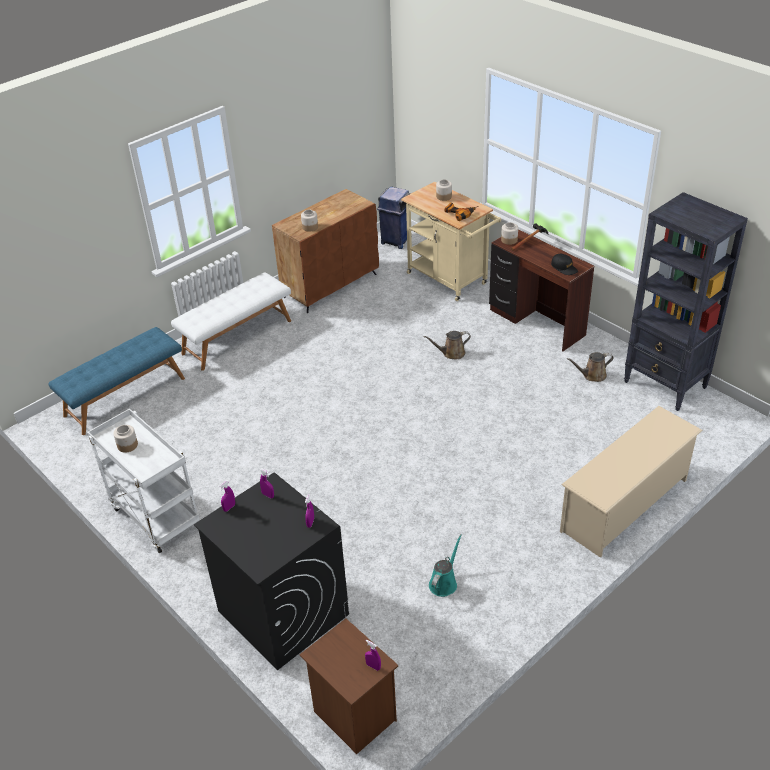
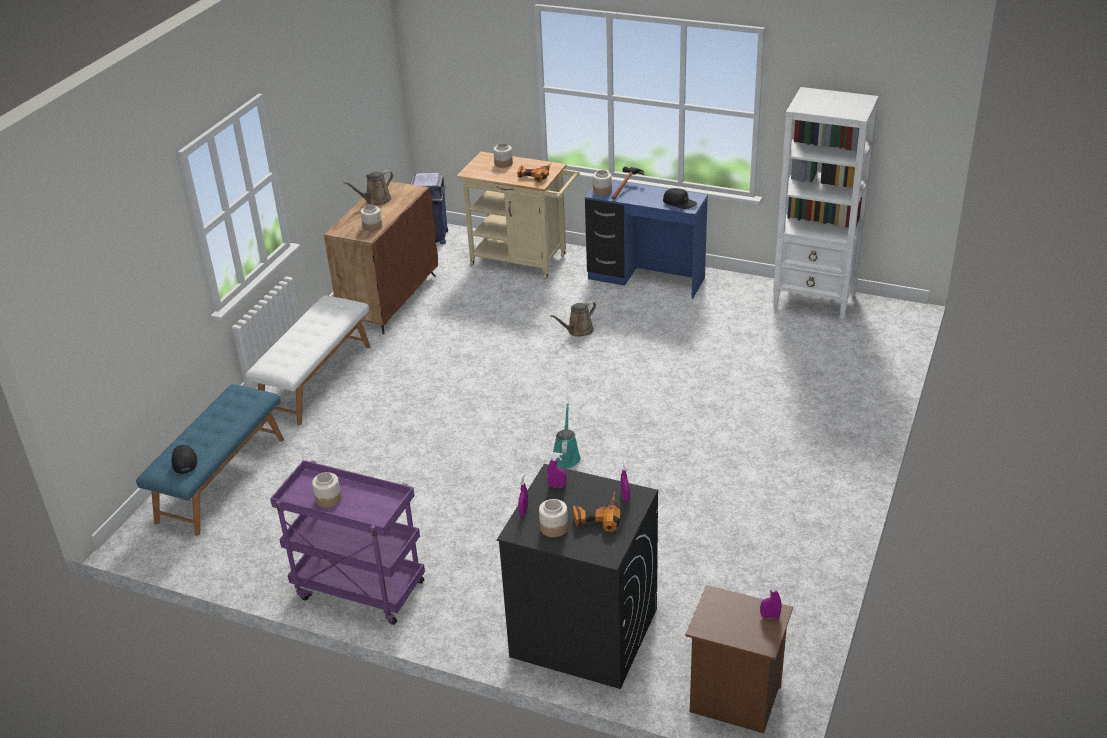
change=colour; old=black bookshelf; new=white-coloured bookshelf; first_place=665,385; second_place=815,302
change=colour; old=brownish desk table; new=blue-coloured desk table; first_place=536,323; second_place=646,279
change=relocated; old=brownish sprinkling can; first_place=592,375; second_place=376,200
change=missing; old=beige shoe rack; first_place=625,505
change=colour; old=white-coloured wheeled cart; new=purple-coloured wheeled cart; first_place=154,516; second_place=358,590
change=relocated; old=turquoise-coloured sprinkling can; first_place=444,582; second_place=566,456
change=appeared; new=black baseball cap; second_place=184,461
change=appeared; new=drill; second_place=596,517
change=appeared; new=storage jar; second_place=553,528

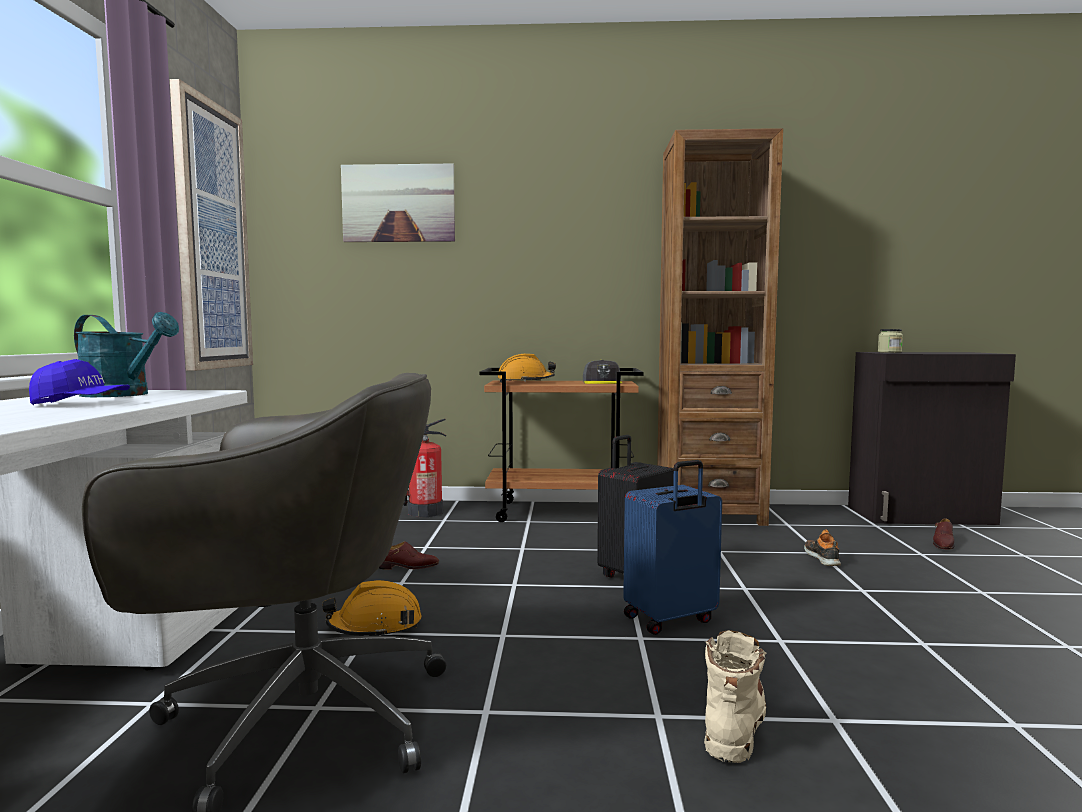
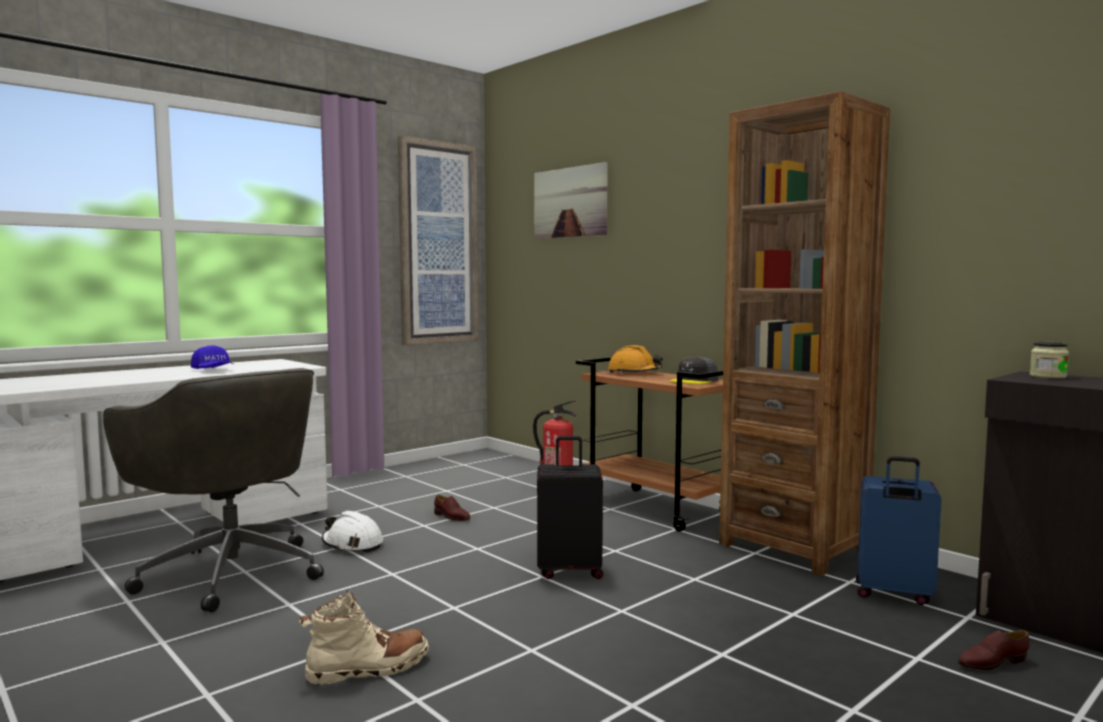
change=missing; old=turquoise-coloured sprinkling can; first_place=124,395
change=relocated; old=blue-coloured suitcase; first_place=670,620; second_place=893,594
change=missing; old=shoe; first_place=822,558
change=colour; old=orangey work helmet; new=white-coloured work helmet; first_place=375,626; second_place=352,544

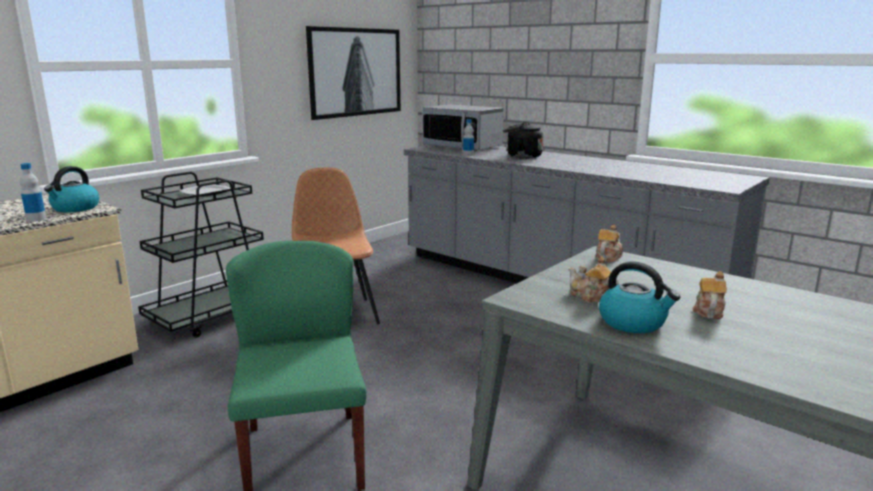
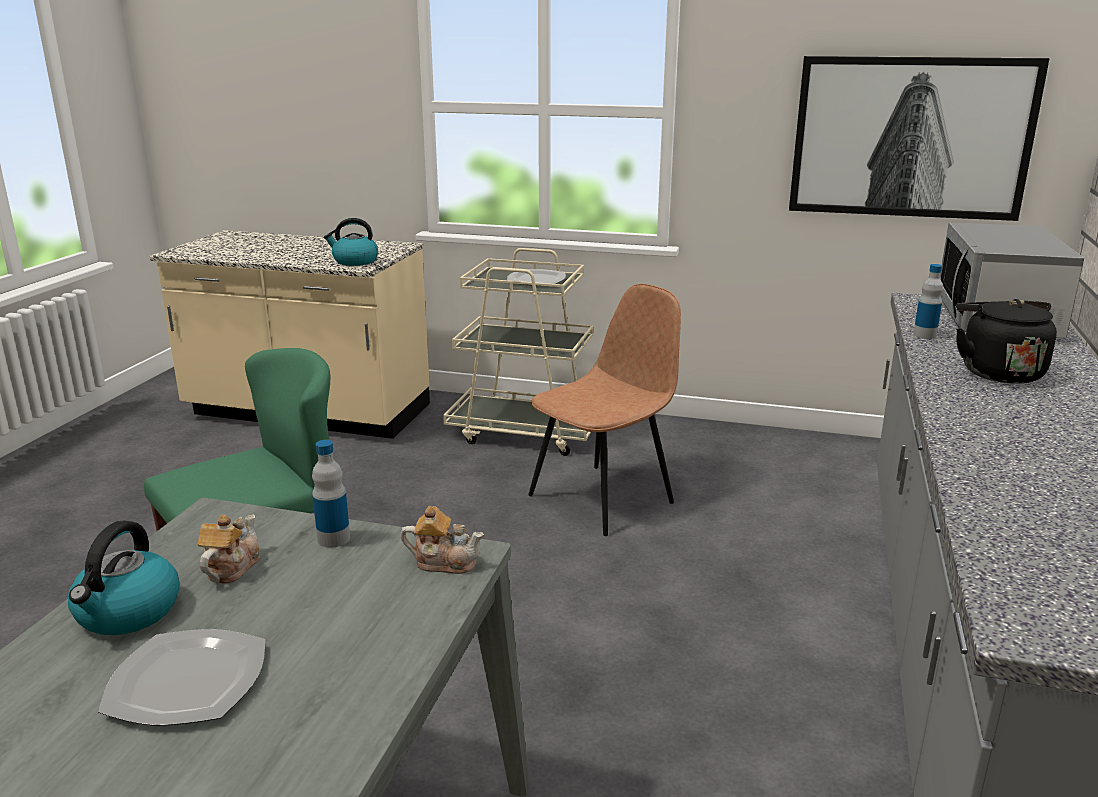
change=relocated; old=bottle; first_place=36,219; second_place=333,539
change=colour; old=black wheeled cart; new=beige wheeled cart; first_place=212,316; second_place=525,432
change=exchanged; old=tea pot; new=flat dish; first_place=708,311; second_place=186,680

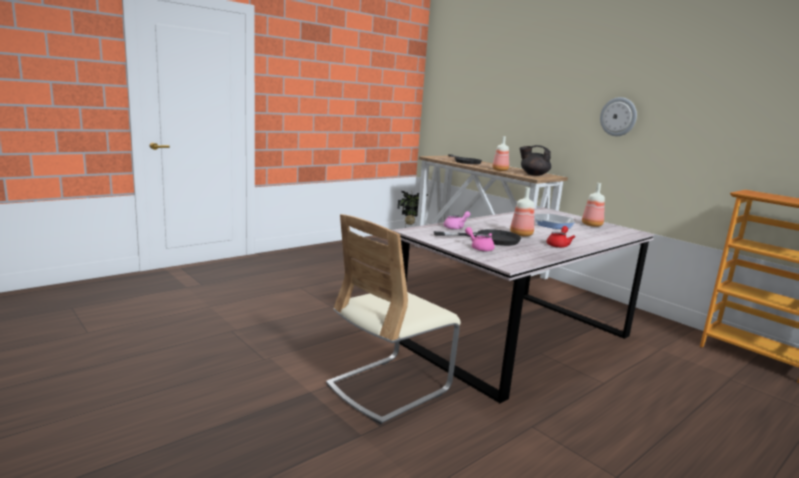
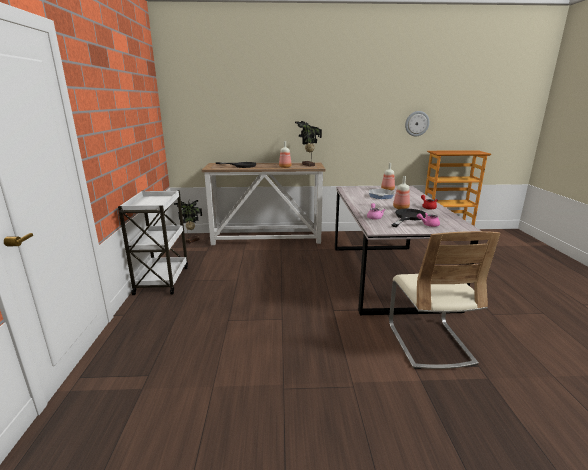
change=relocated; old=clock on the wall; first_place=618,117; second_place=416,123
change=exchanged; old=black tea pot; new=plant in a pot; first_place=533,174; second_place=308,165
change=appeared; new=white-coloured wheeled cart; second_place=162,279

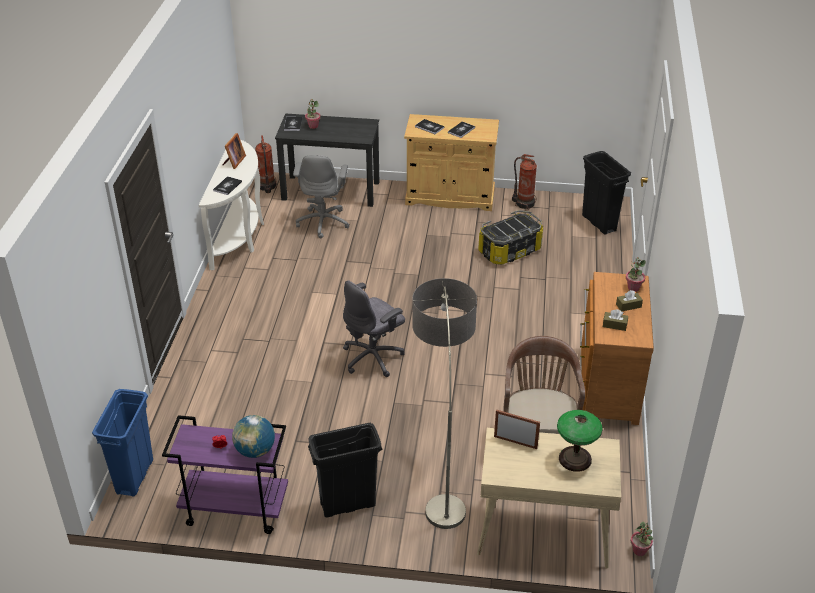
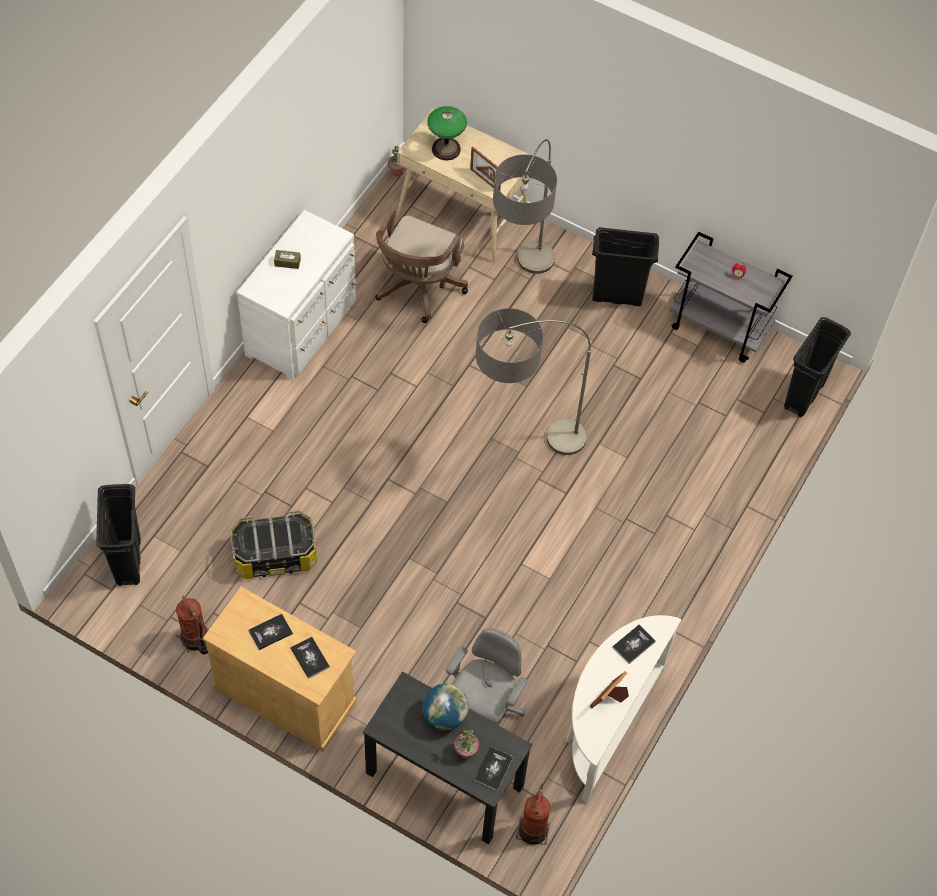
change=missing; old=plant in a pot; first_place=633,288
change=colour; old=brownish dresser; new=white-coloured dresser; first_place=607,384; second_place=304,327
change=exchanged; old=grey desk chair; new=floor lamp; first_place=373,357; second_place=521,451
change=missing; old=brownish tissue box; first_place=614,325
change=colour; old=blue-coloured rubbish bin; new=black rubbish bin; first_place=134,477; second_place=804,395
change=colour; old=purple-coloured wheeled cart; new=grey wheeled cart; first_place=234,510; second_place=719,328
change=relocated; old=desk globe; first_place=255,451; second_place=445,715

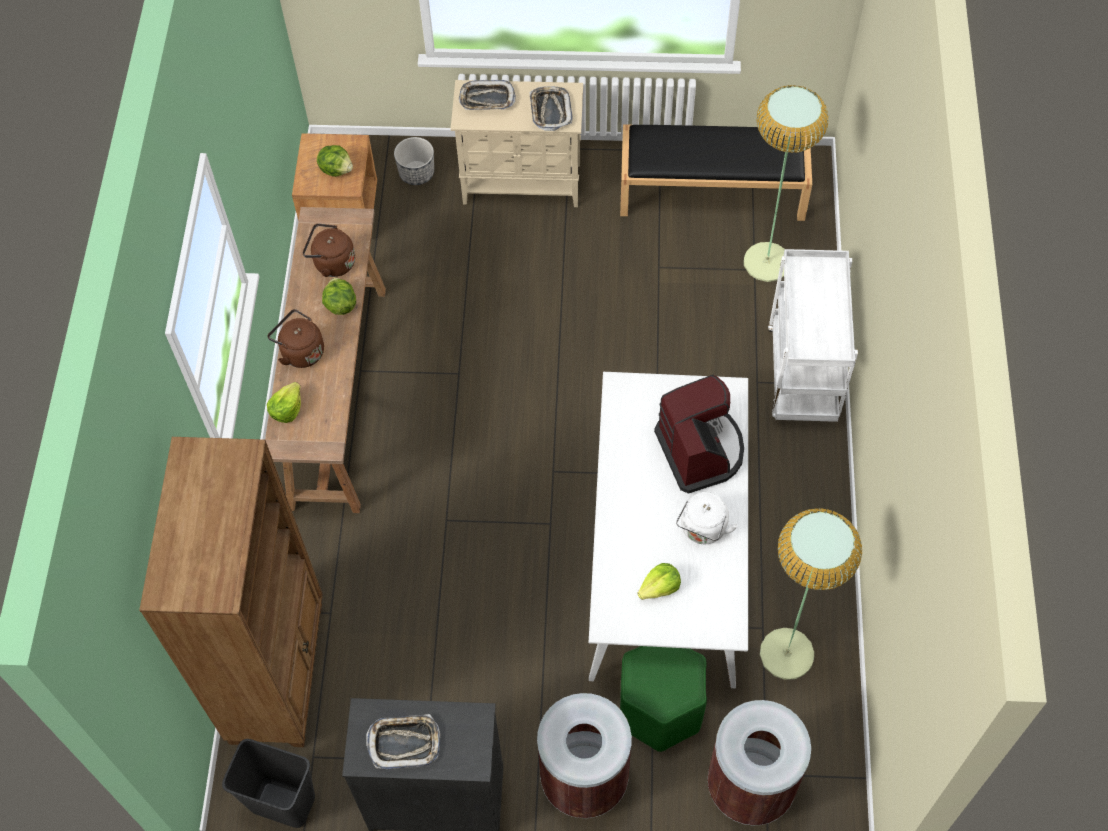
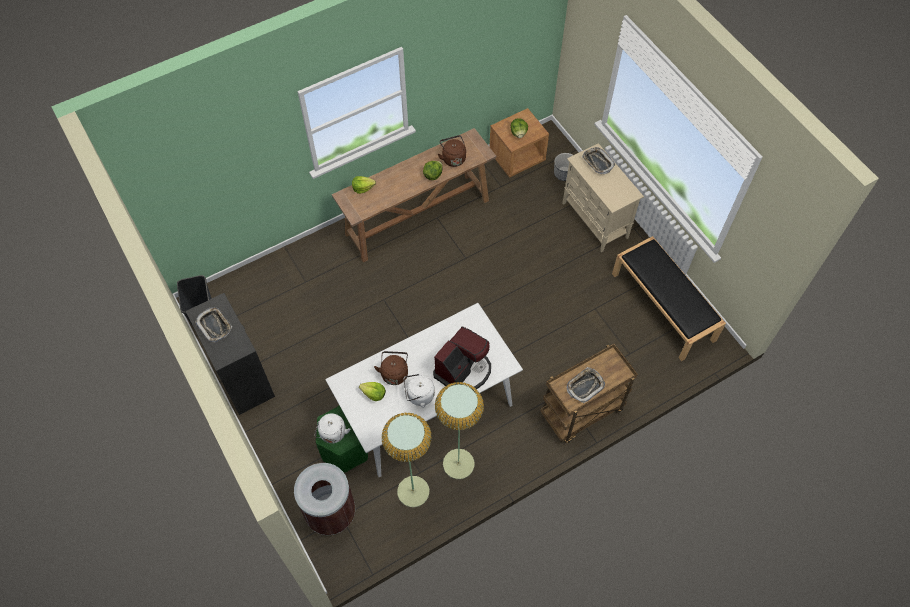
change=relocated; old=floor lamp; first_place=767,262; second_place=458,464
change=relocated; old=serving tray; first_place=550,111; second_place=585,386
change=colour; old=white-coloured wheeled cart; new=brownish wheeled cart; first_place=803,376; second_place=581,413
change=relocated; old=brownish kettle; first_place=300,351; second_place=394,372
change=missing; old=brownish bookshelf; first_place=278,671
change=missing; old=brownish rubbish bin; first_place=584,779
change=appeared; new=white-coloured kettle; second_place=333,434

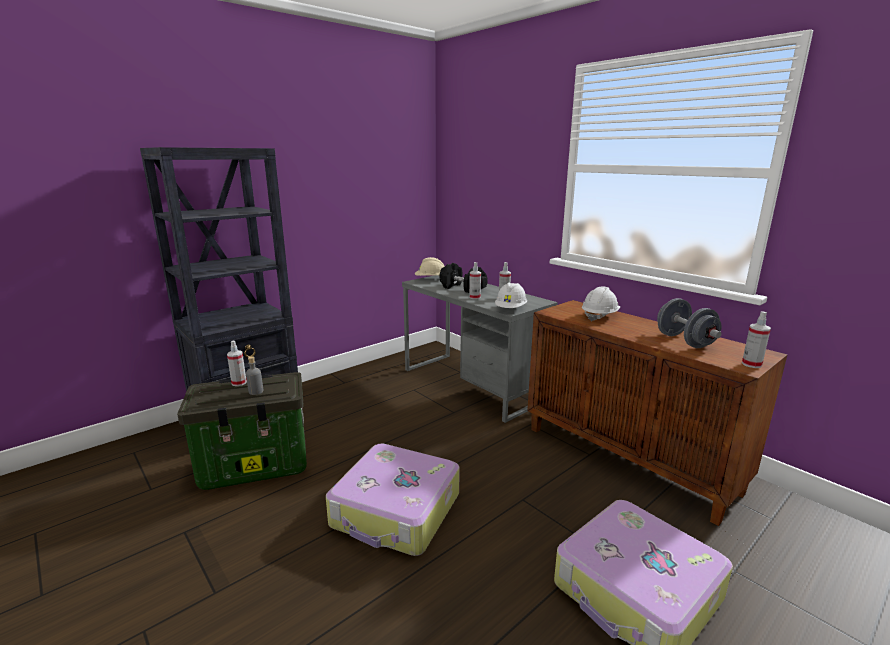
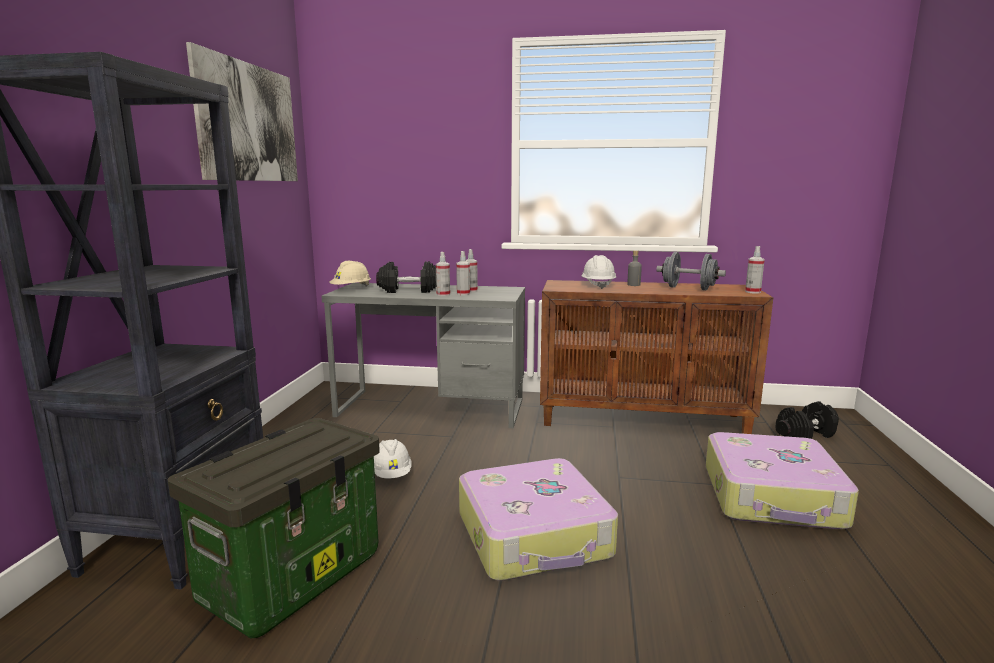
change=relocated; old=white-coloured work helmet; first_place=510,309; second_place=391,474
change=relocated; old=hand sprayer; first_place=239,383; second_place=463,294
change=relocated; old=grey bottle; first_place=256,391; second_place=633,285
change=appeared; new=picture; second_place=249,122
change=appeared; new=black dumbbell; second_place=805,435

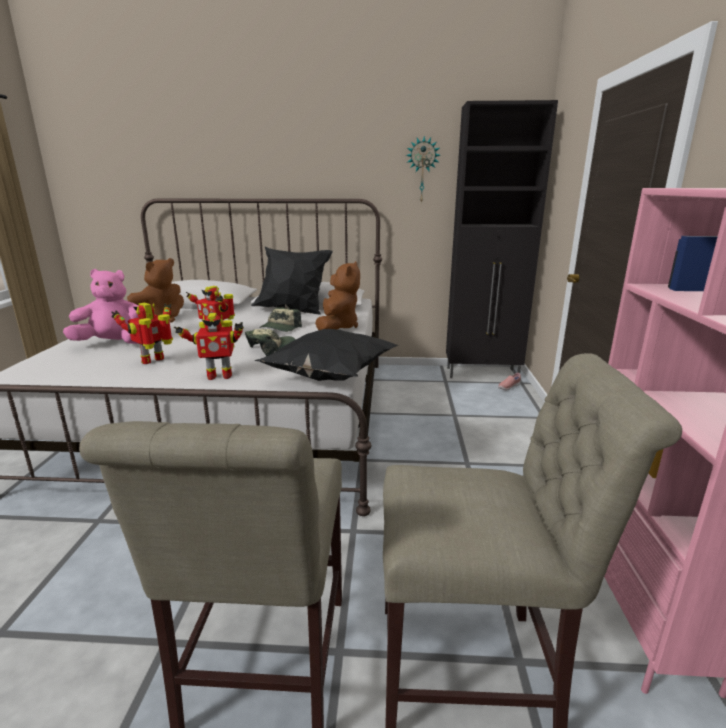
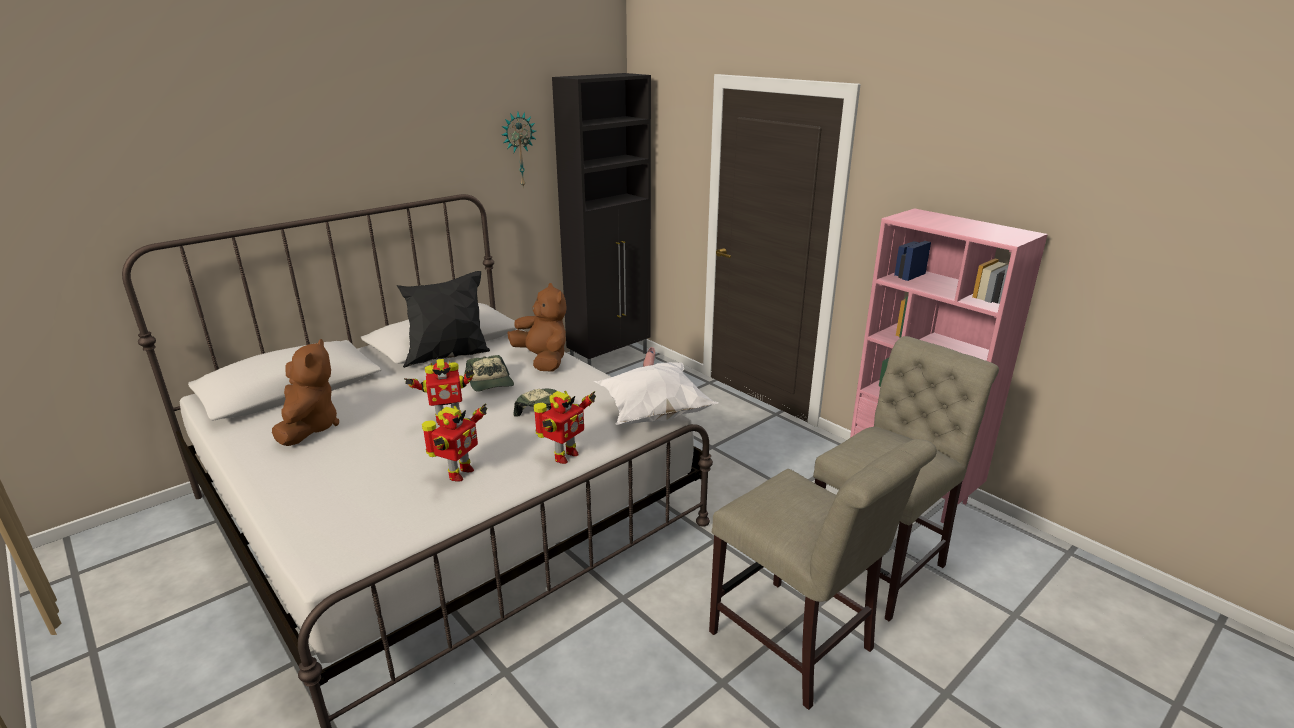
change=missing; old=pink soft toy; first_place=114,343
change=spun; old=toy robot; first_place=154,361; second_place=458,473; degrees=-150
change=colour; old=black pillow; new=white-coloured pillow; first_place=329,377; second_place=653,414

